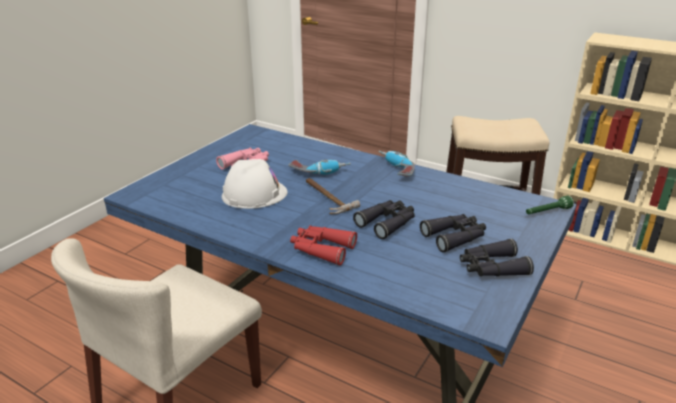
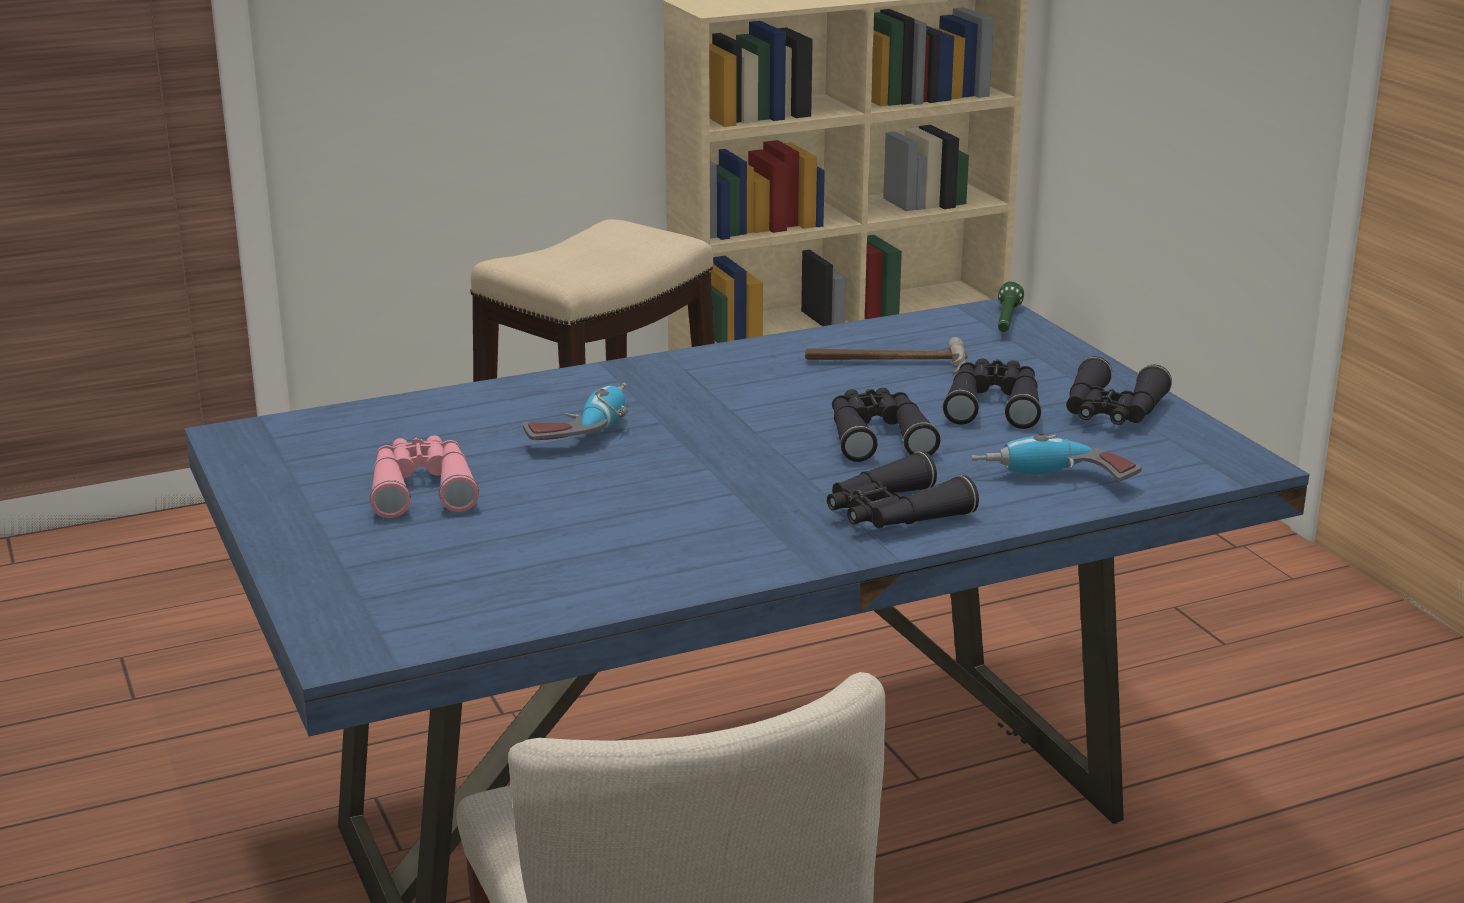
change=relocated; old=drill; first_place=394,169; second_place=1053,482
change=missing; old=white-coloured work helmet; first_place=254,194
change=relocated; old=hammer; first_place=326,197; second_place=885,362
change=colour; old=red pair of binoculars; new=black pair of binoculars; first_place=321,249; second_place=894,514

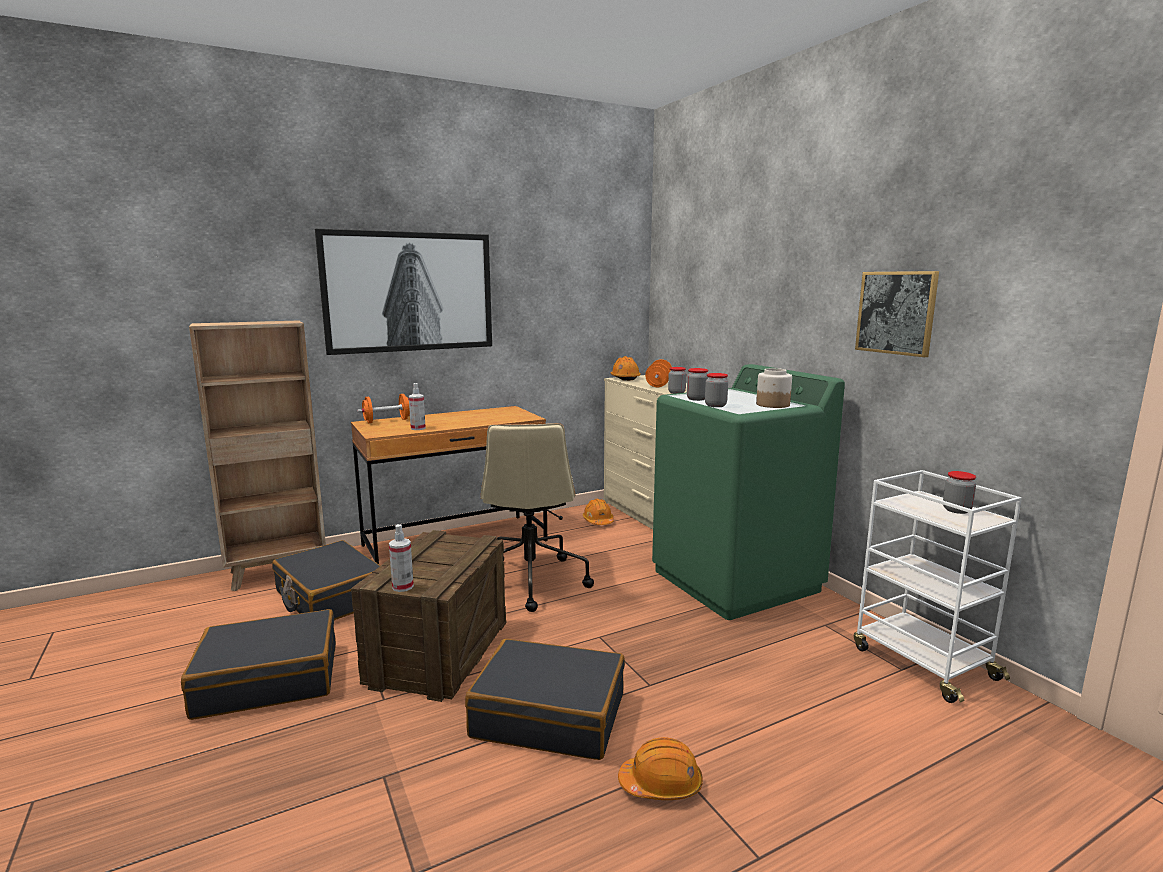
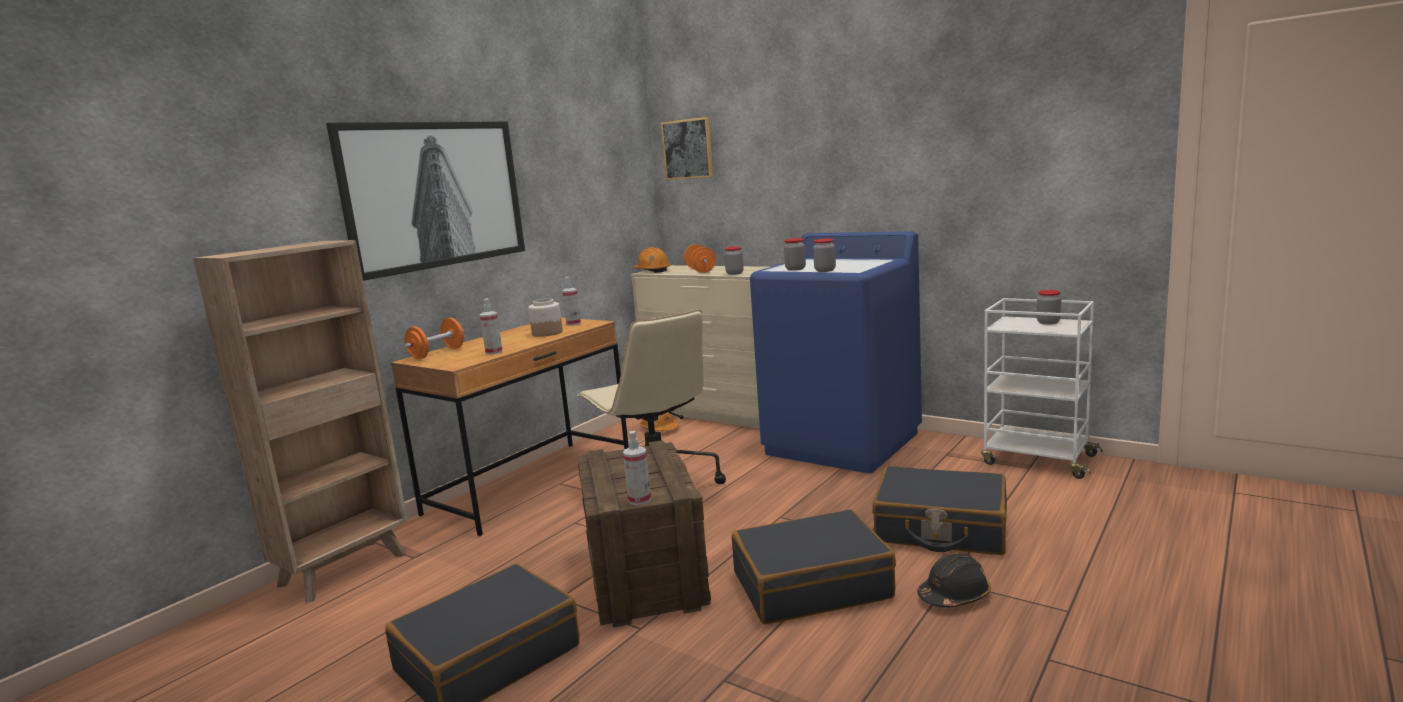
change=relocated; old=picture; first_place=896,312; second_place=688,149
change=colour; old=greenish washing machine; new=blue-coloured washing machine; first_place=736,581; second_place=843,443
change=relocated; old=storage jar; first_place=772,405; second_place=547,333
change=relocated; old=black suitcase; first_place=330,597; second_place=940,528
change=colour; old=orangey work helmet; new=black work helmet; first_place=661,784; second_place=954,596
change=appeared; new=hand sprayer; second_place=573,324

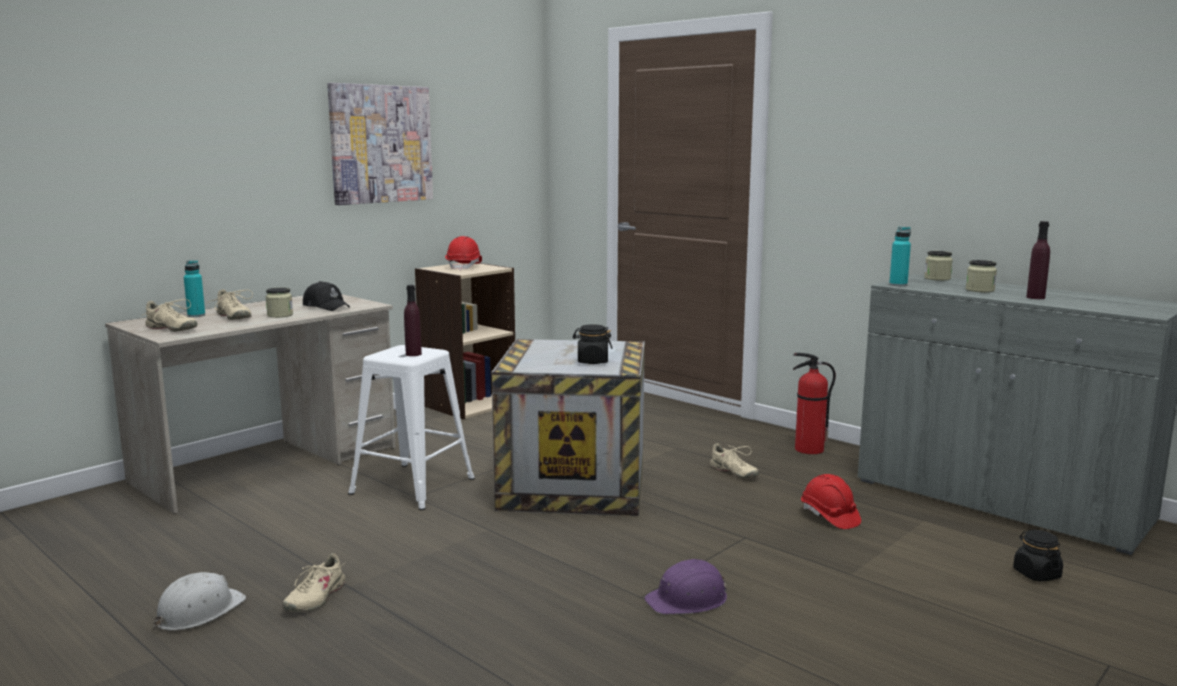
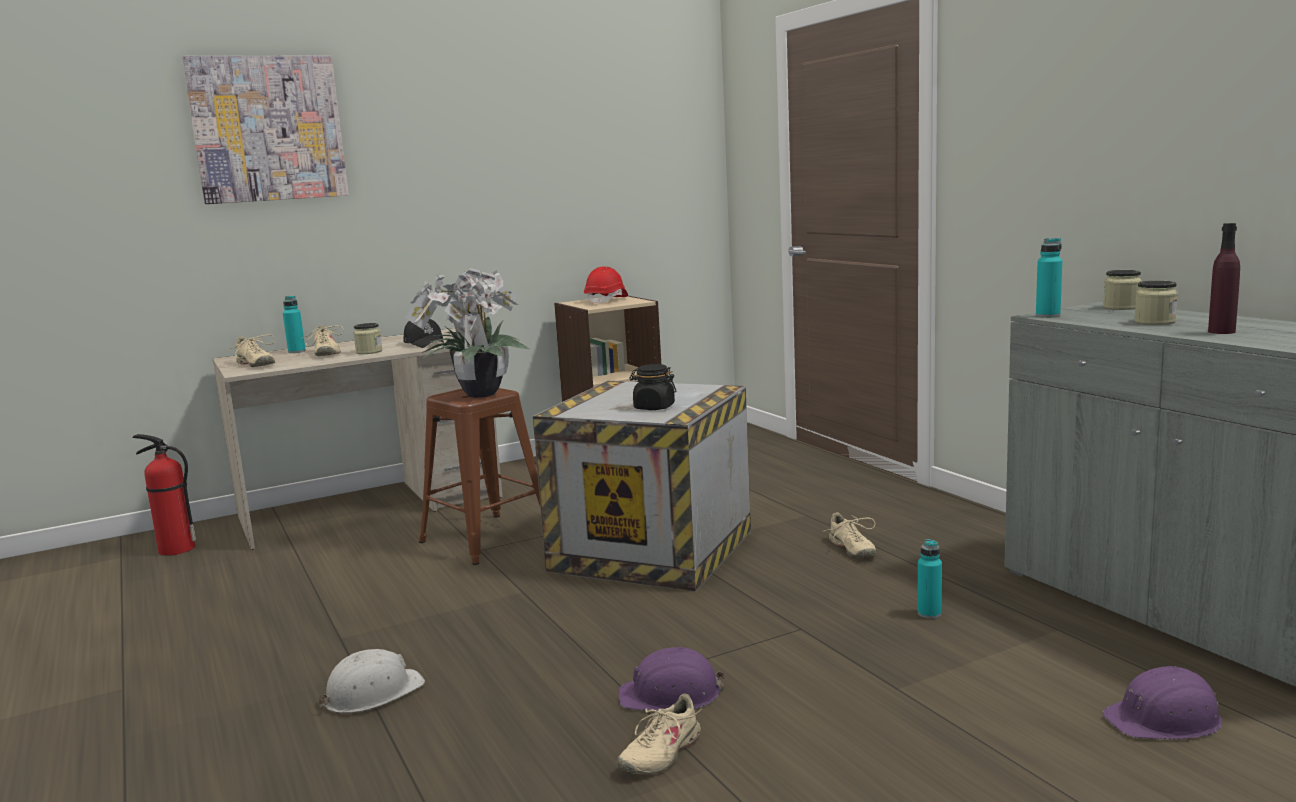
change=relocated; old=picture; first_place=381,144; second_place=268,129
change=exchanged; old=purple-coloured bottle; new=plant in a pot; first_place=413,354; second_place=477,395
change=colour; old=white-coloured stool; new=brownish stool; first_place=413,486; second_place=486,539
change=relocated; old=extinguisher; first_place=808,449; second_place=175,549
change=exchanged; old=red work helmet; new=turquoise-coloured bottle; first_place=829,517; second_place=929,613
change=exchanged; old=black storage jar; new=purple-coloured work helmet; first_place=1036,574; second_place=1164,719
change=relocated; old=beige shoe; first_place=315,598; second_place=660,753
change=relocated; old=white-coloured work helmet; first_place=198,612; second_place=372,693

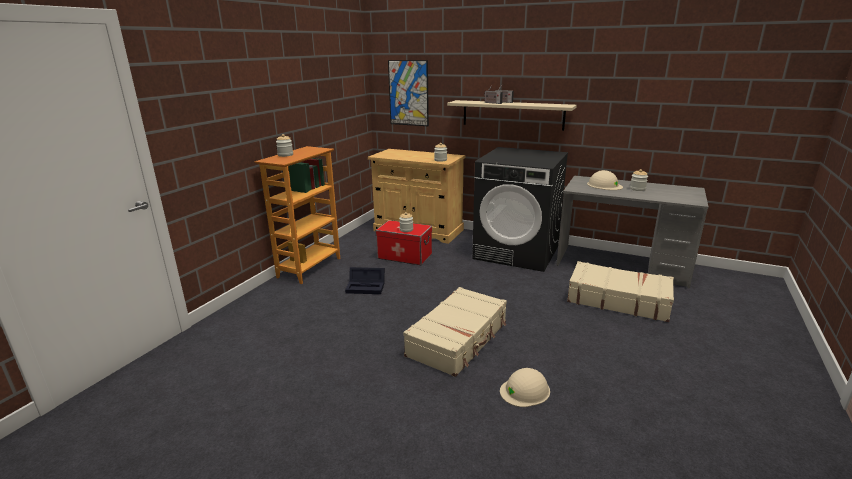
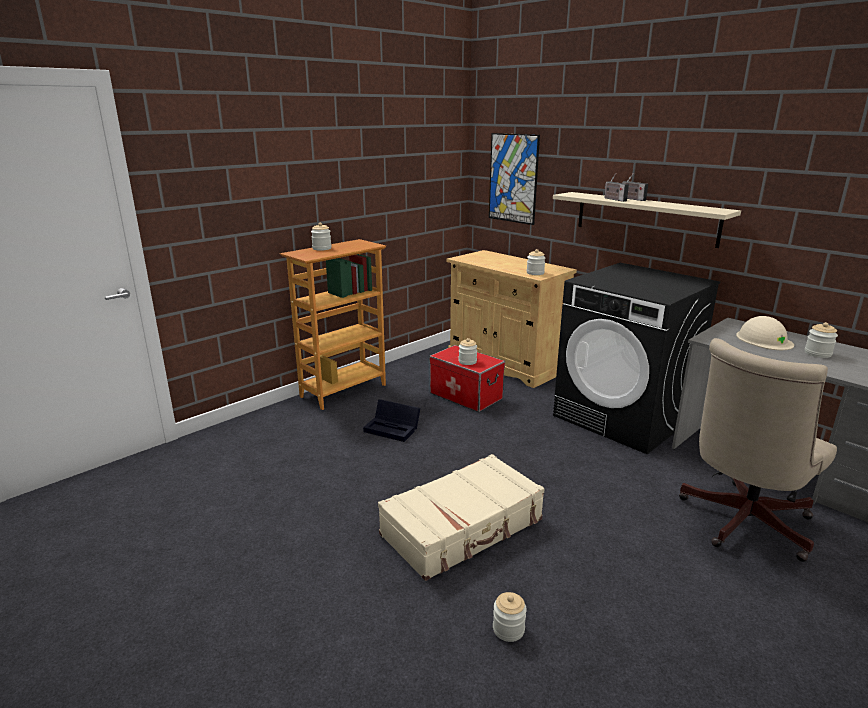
change=exchanged; old=beige suitcase; new=beige desk chair; first_place=617,300; second_place=740,523
change=exchanged; old=beige work helmet; new=storage jar; first_place=525,390; second_place=508,629

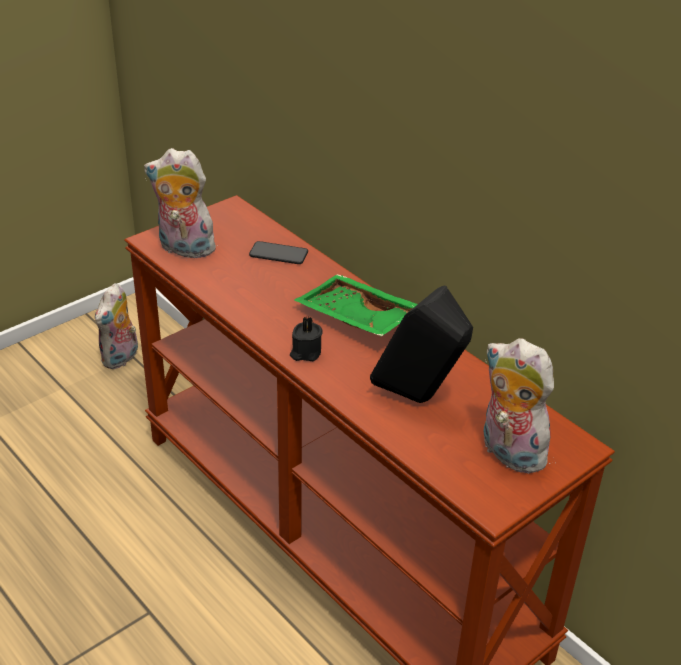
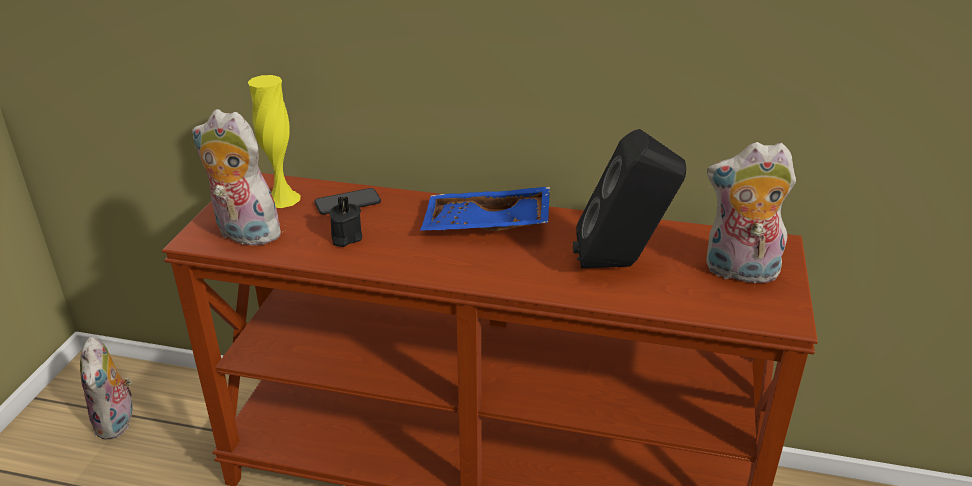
change=spun; old=soft toy; first_place=184,249; second_place=243,234; degrees=45
change=colour; old=greenish serving tray; new=blue-coloured serving tray; first_place=356,318; second_place=486,226
change=relocated; old=black candle; first_place=305,352; second_place=345,237
change=appeared; new=yellow-coloured decorative vase; second_place=282,198

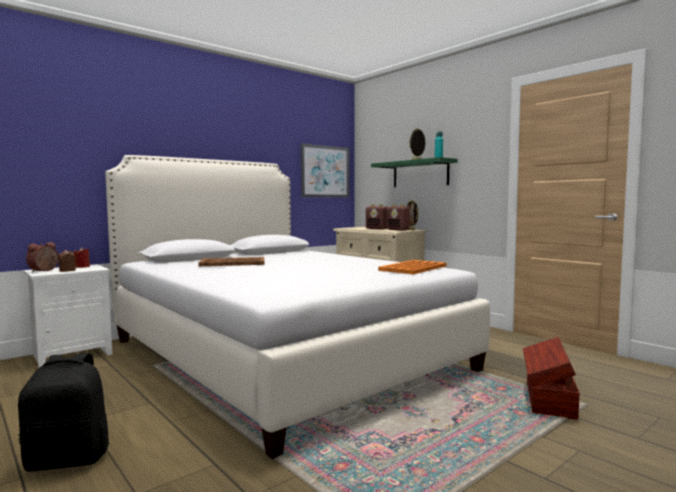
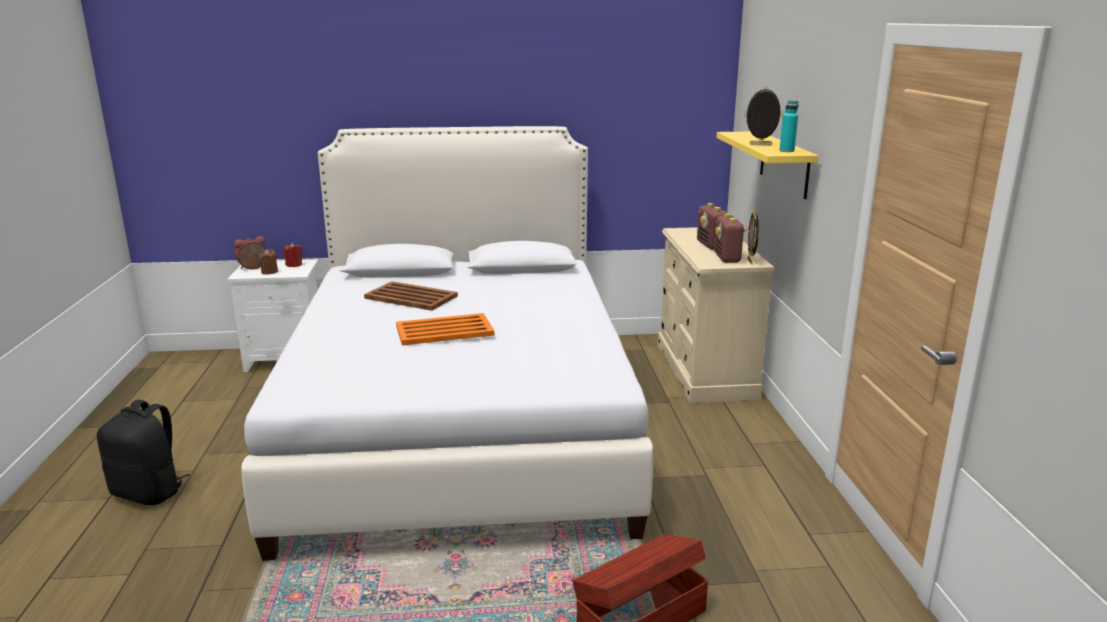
change=missing; old=picture; first_place=325,171
change=colour; old=greenish wall shelf; new=yellow-coloured wall shelf; first_place=420,174; second_place=784,164
change=relocated; old=orangey serving tray; first_place=412,268; second_place=443,330

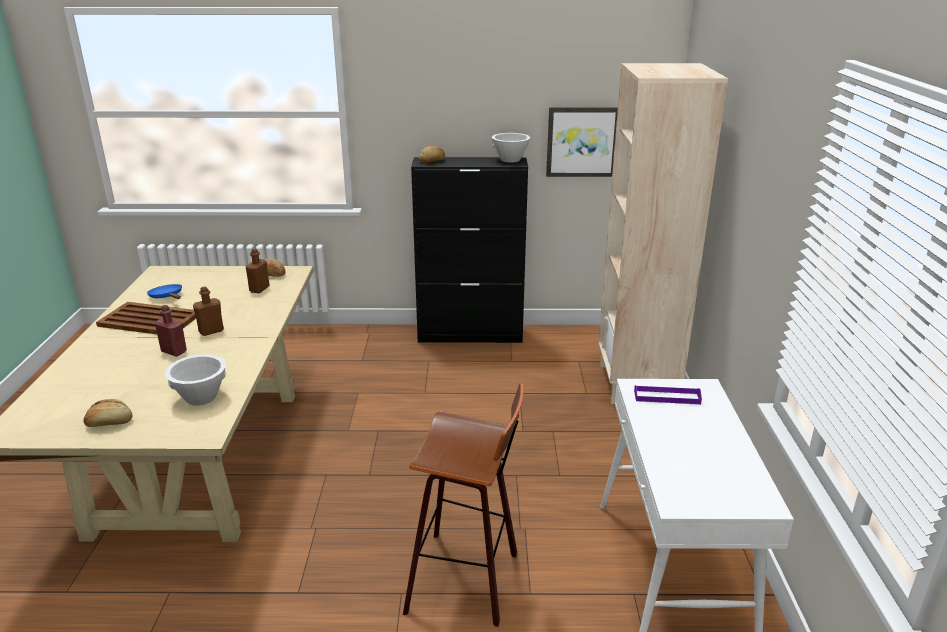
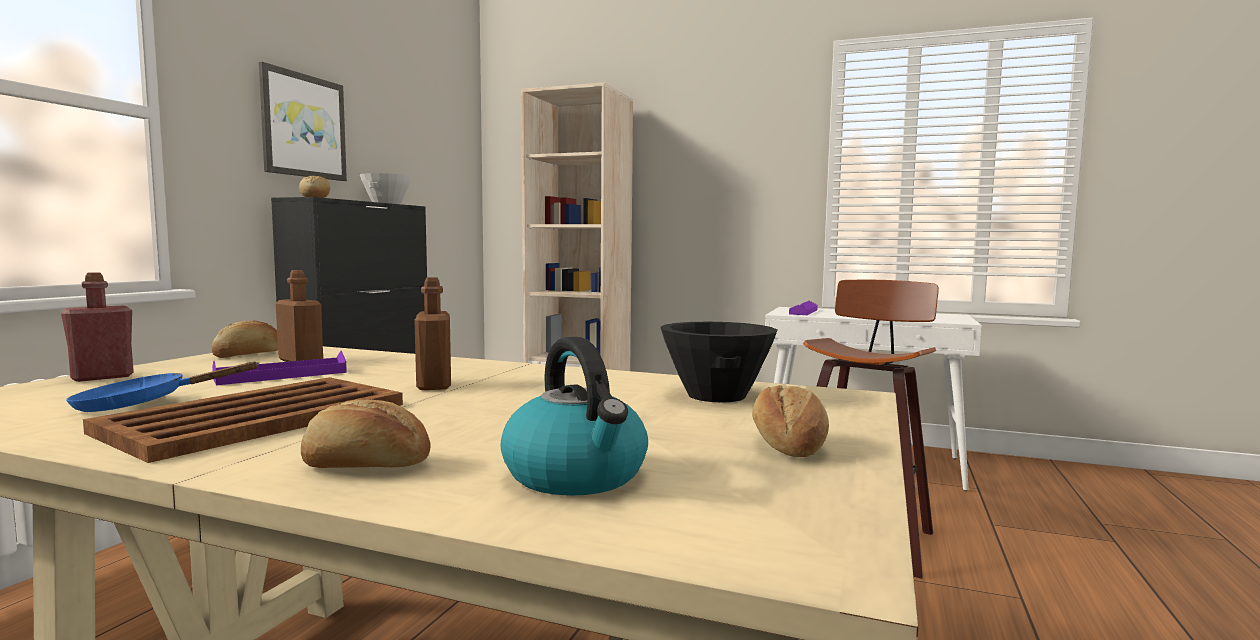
change=relocated; old=picture; first_place=582,142; second_place=303,126
change=relocated; old=red bottle; first_place=174,351; second_place=102,377
change=colour; old=white-coloured bowl; new=black bowl; first_place=200,397; second_place=715,395
change=appeared; new=kettle; second_place=577,476
change=appeared; new=purple-coloured serving tray; second_place=281,375
change=appeared; new=bakery bread; second_place=365,467

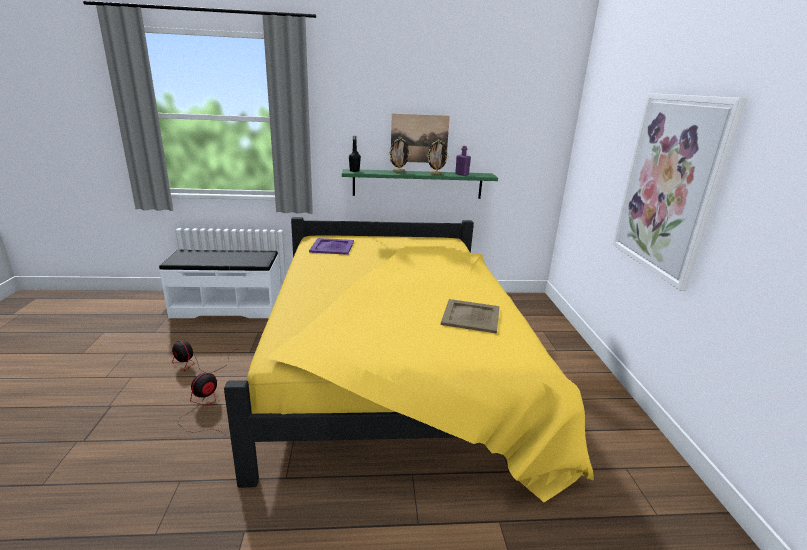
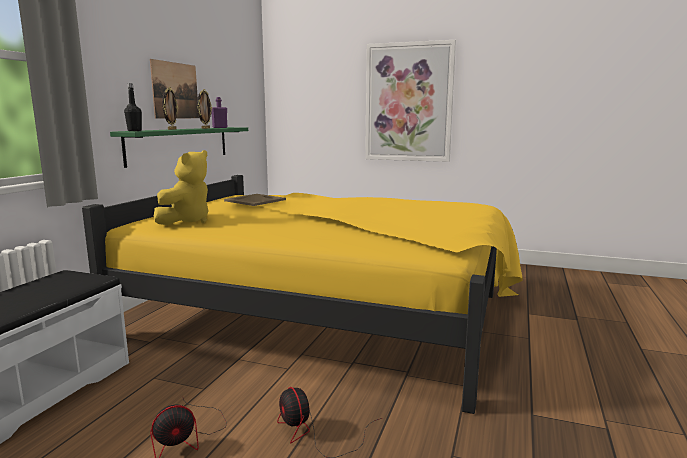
change=exchanged; old=purple-coloured serving tray; new=yellow-coloured soft toy; first_place=331,247; second_place=186,221
change=relocated; old=beige serving tray; first_place=471,316; second_place=255,200

